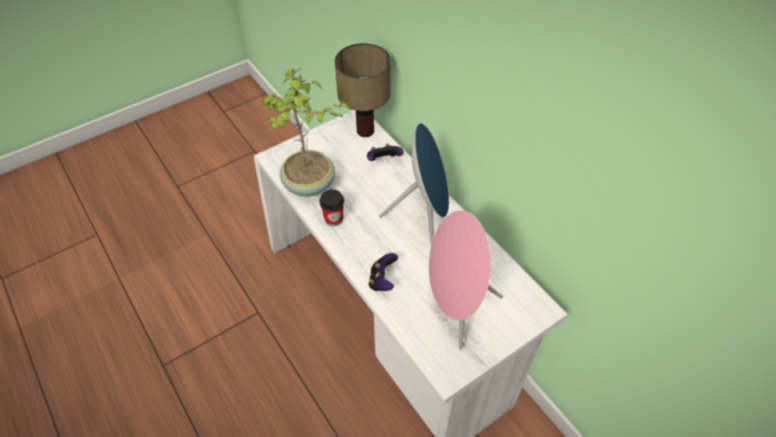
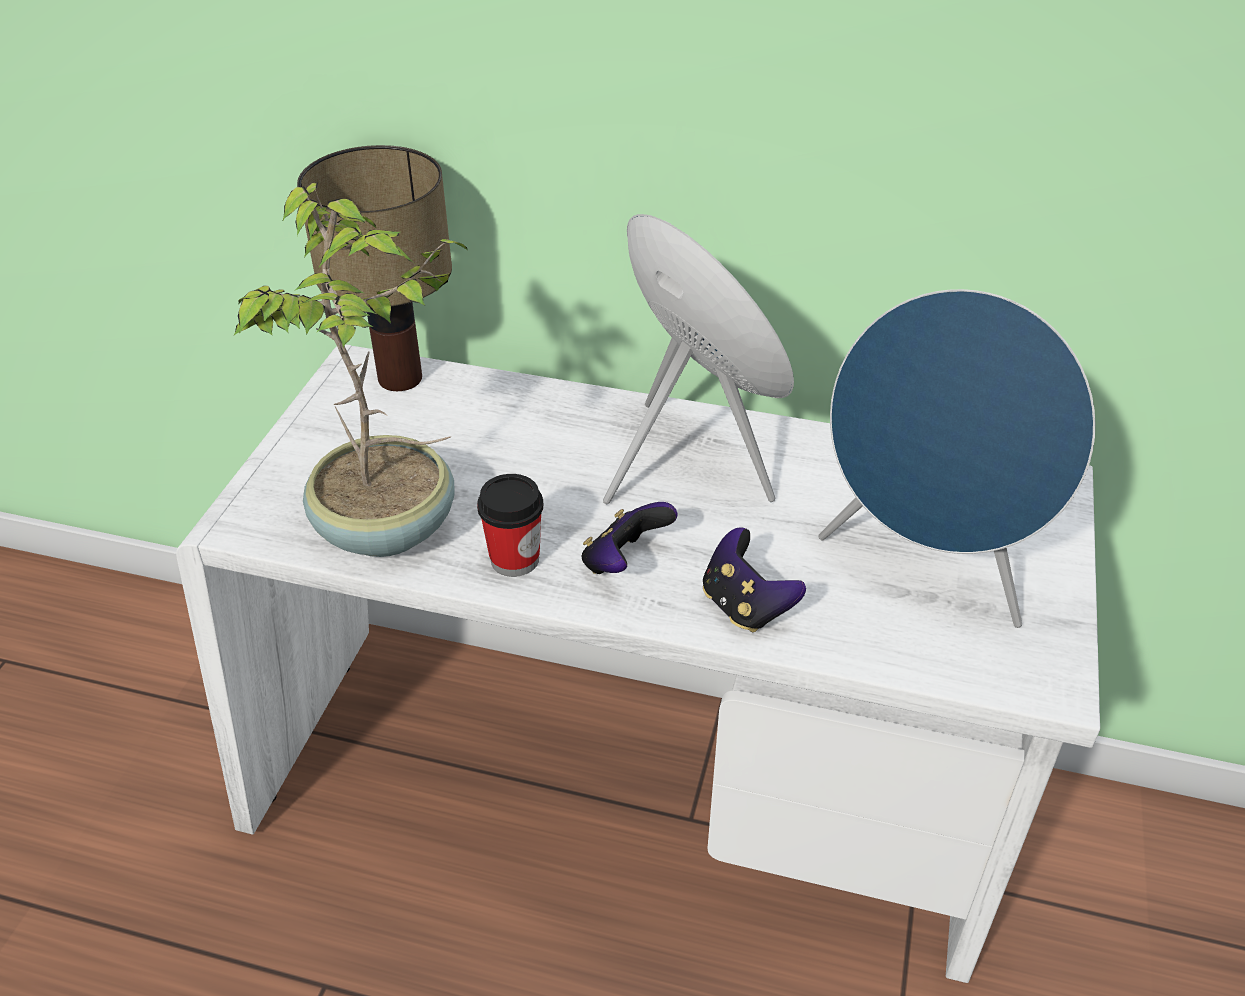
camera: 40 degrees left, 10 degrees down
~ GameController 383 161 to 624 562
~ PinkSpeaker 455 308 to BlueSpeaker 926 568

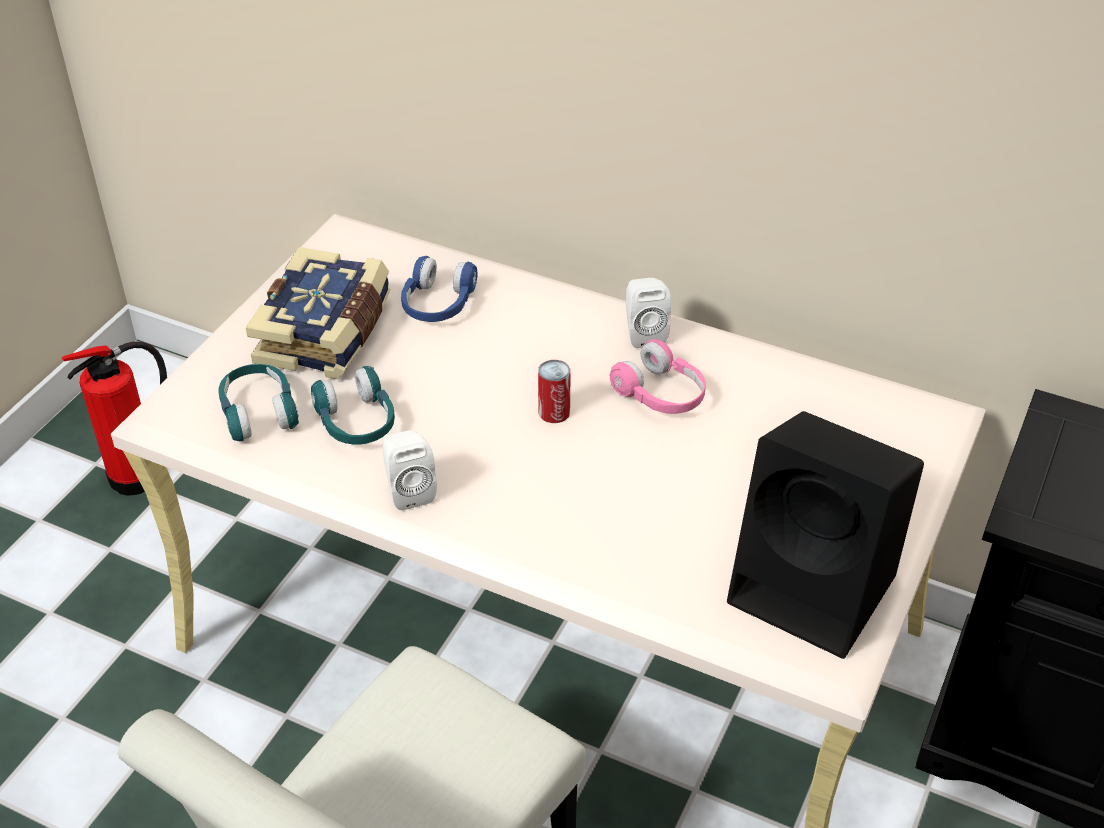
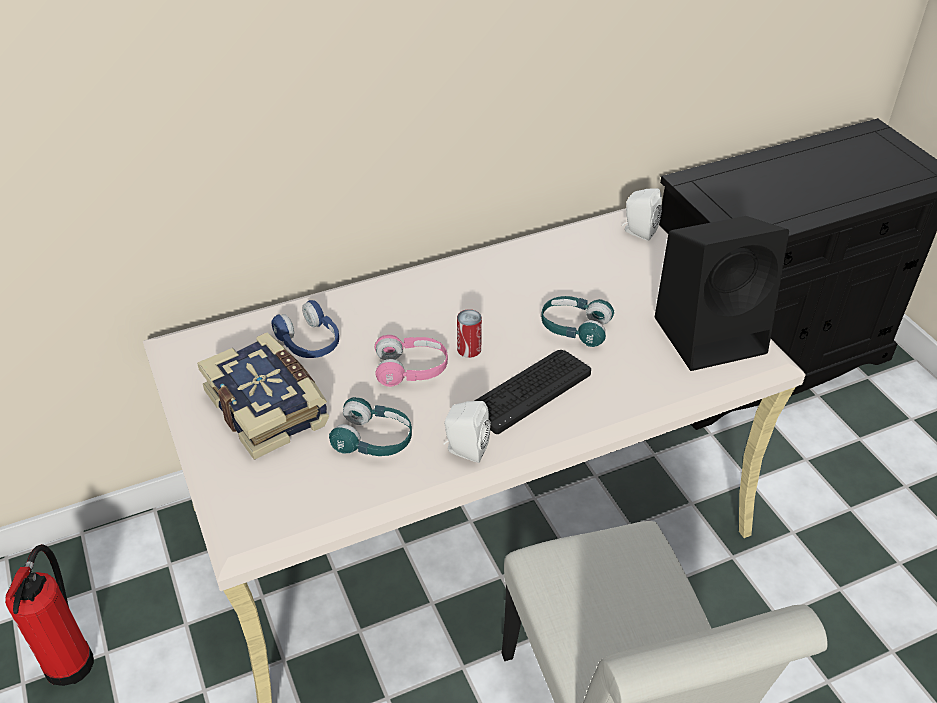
camera: 50 degrees left, 0 degrees up
~ TurquoiseHeadphones 259 412 to 575 328
~ PinkHeadphones 660 394 to 411 369
~ WhiteSpeaker 643 333 to 638 231
+ Keyboard 529 390

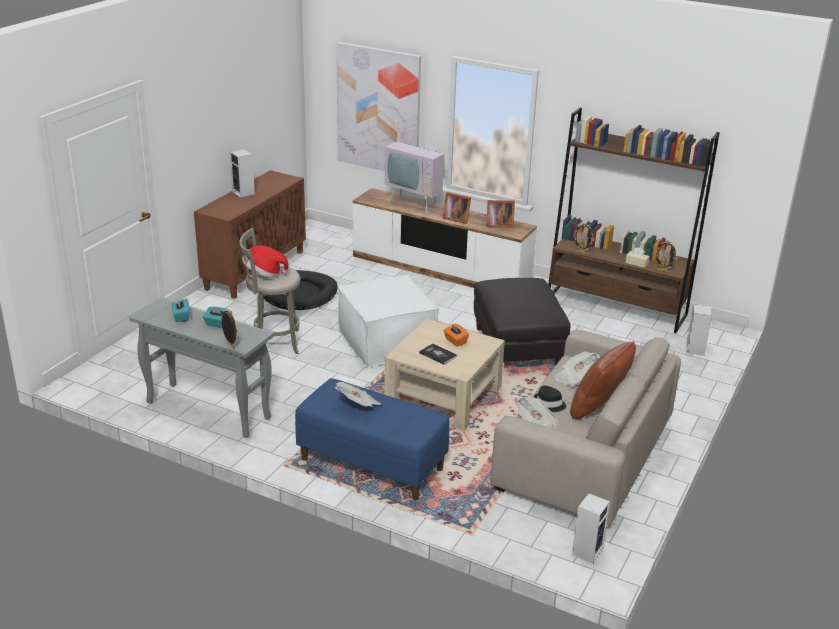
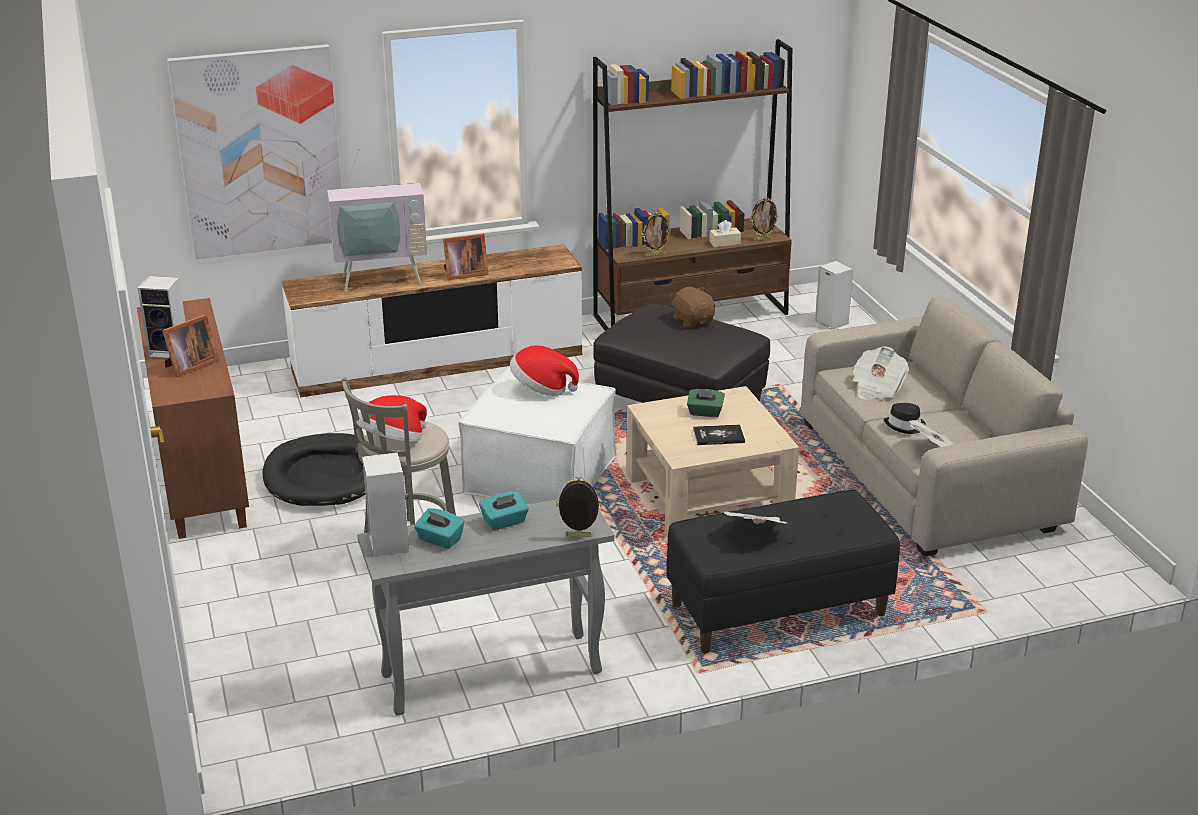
camera: 45 degrees left, 0 degrees up
~ BlueBench 371 465 to BlackBench 777 611
~ OrangeTissueBox 455 341 to GreenTissueBox 705 413
~ PictureFrame 498 225 to 190 366
- BrownPillow 599 409
~ Speaker 587 551 to 387 542
+ Hat 541 389
+ BrownPlushToy 693 321

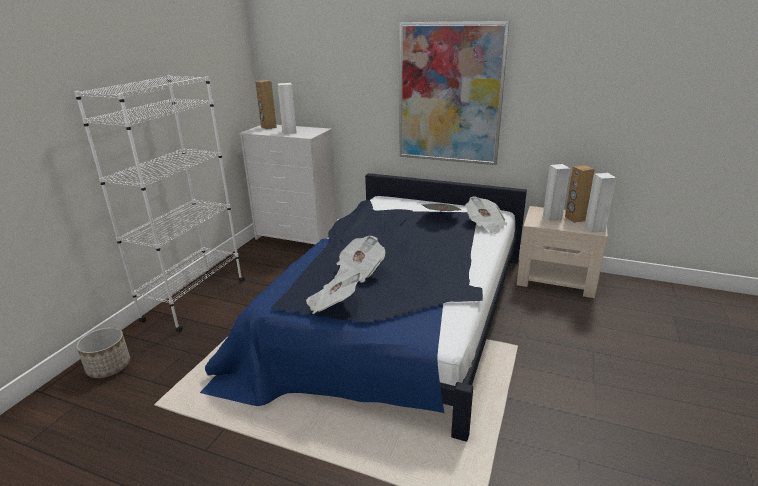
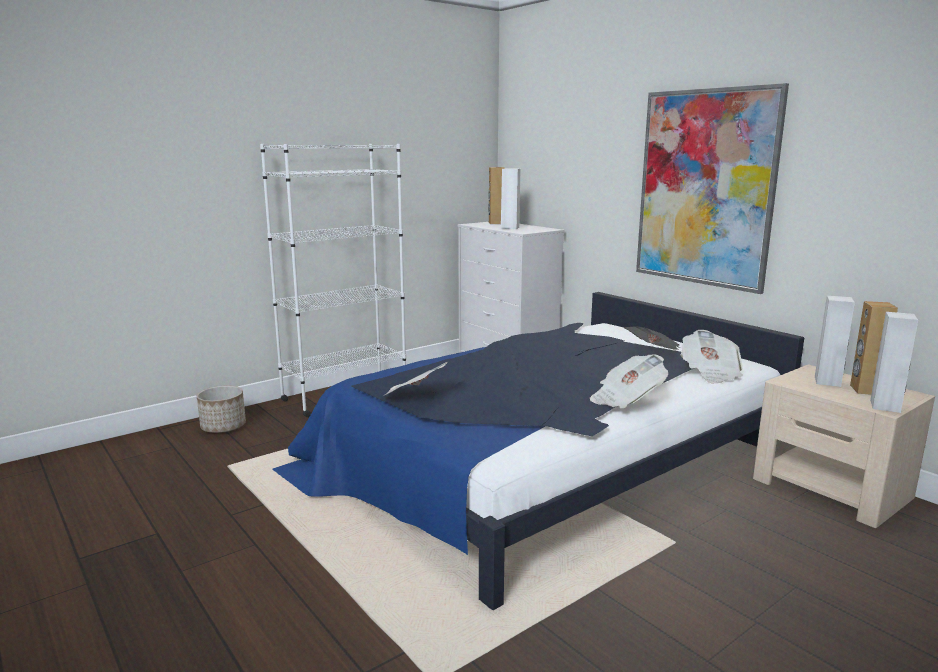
camera: 30 degrees right, 10 degrees down
~ Newspaper 358 272 to 626 399

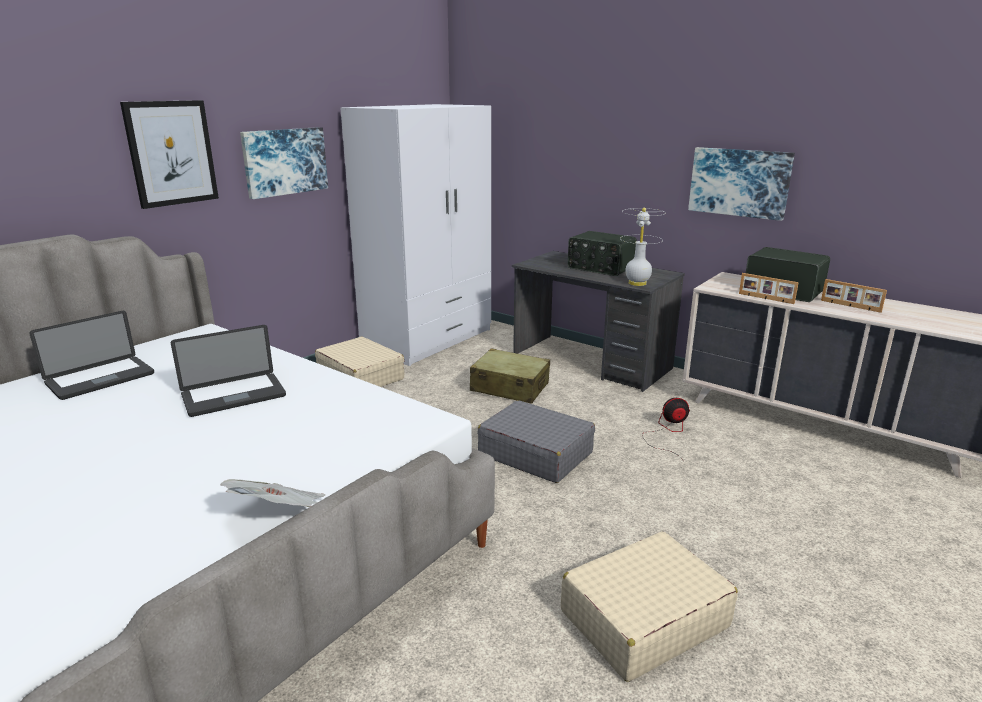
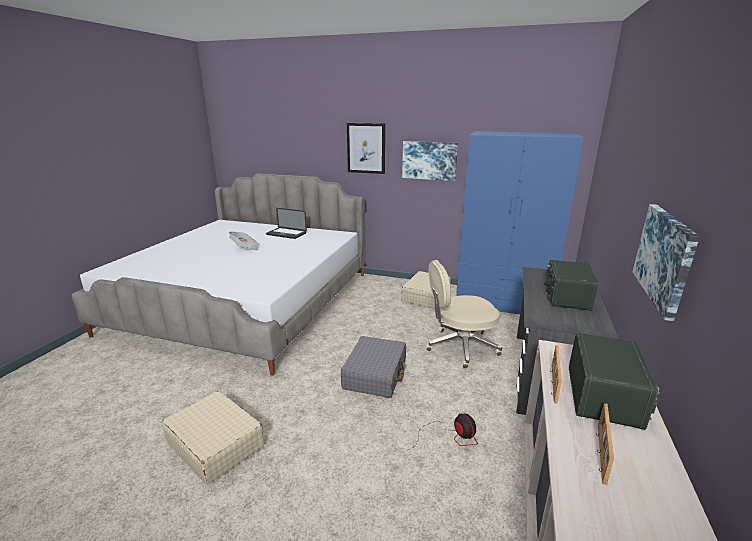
camera: 70 degrees right, 0 degrees up
- Laptop 234 396
~ Newspaper 279 513 to 245 248
~ WhiteWardrobe 429 339 to BlueWardrobe 503 302
~ BeigeSuitcase 509 387 to BeigeOfficeChair 460 347
- WhiteTableLamp 637 283

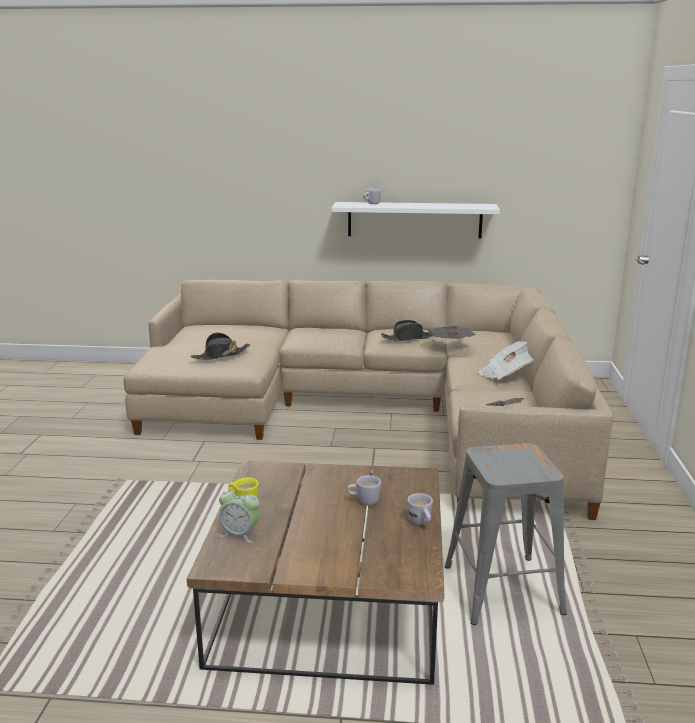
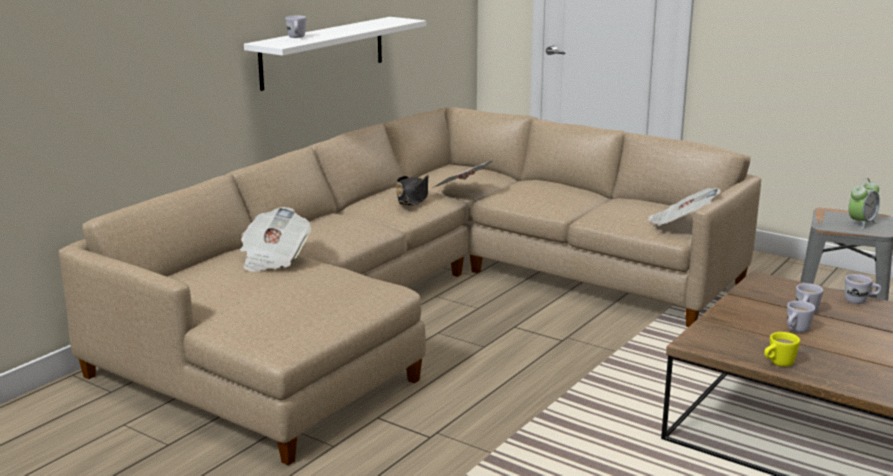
camera: 60 degrees left, 0 degrees up
- BlackHat 220 355
~ AlarmClock 240 534 to 861 224
~ Newspaper 506 374 to 273 259
+ WhiteMug 795 331

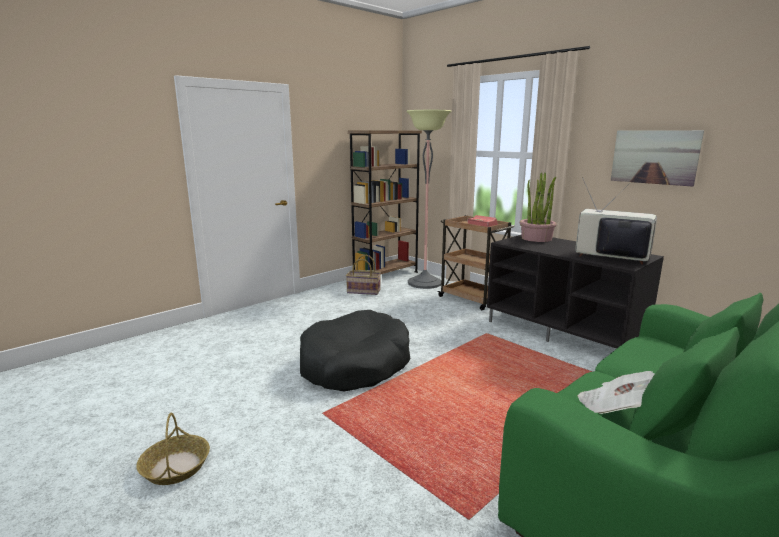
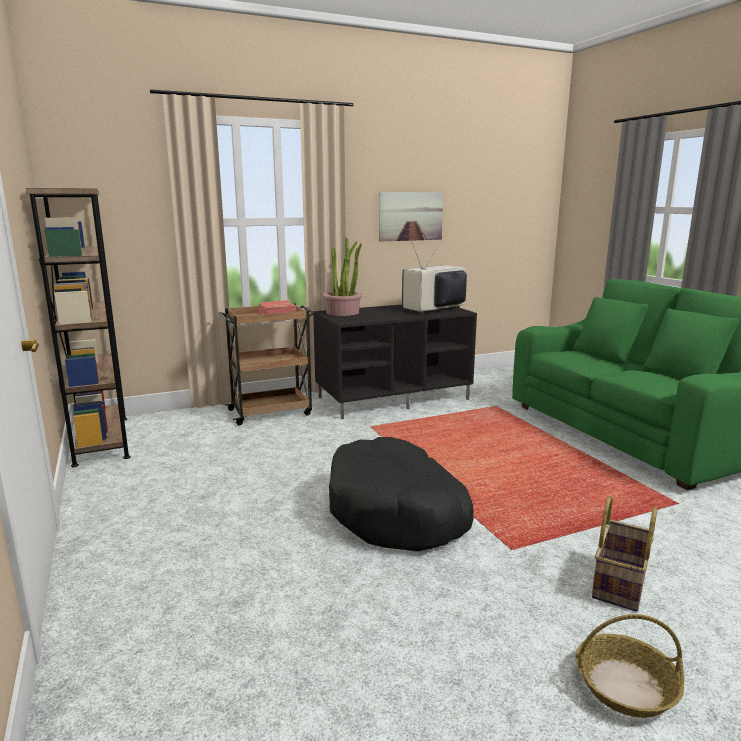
camera: 70 degrees left, 0 degrees up
~ Basket 363 291 to 621 584
- FloorLamp 424 283
- Newspaper 616 409

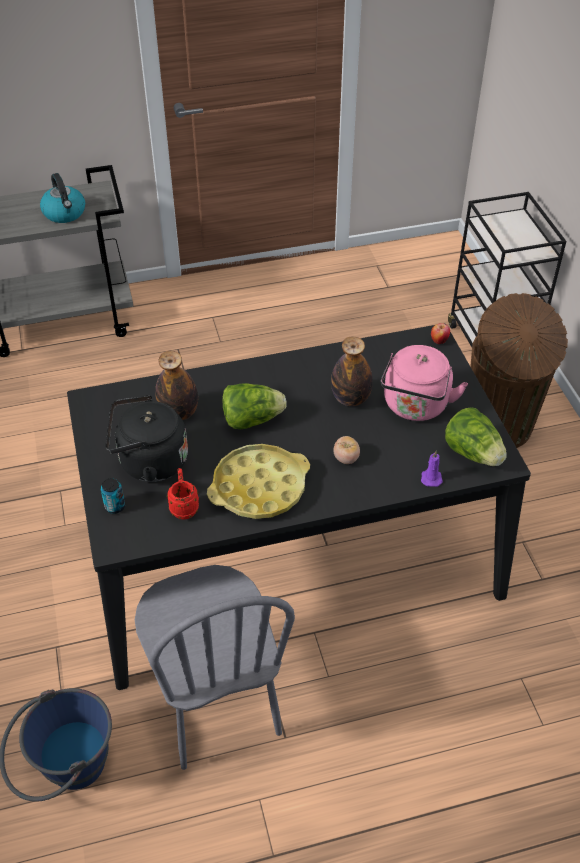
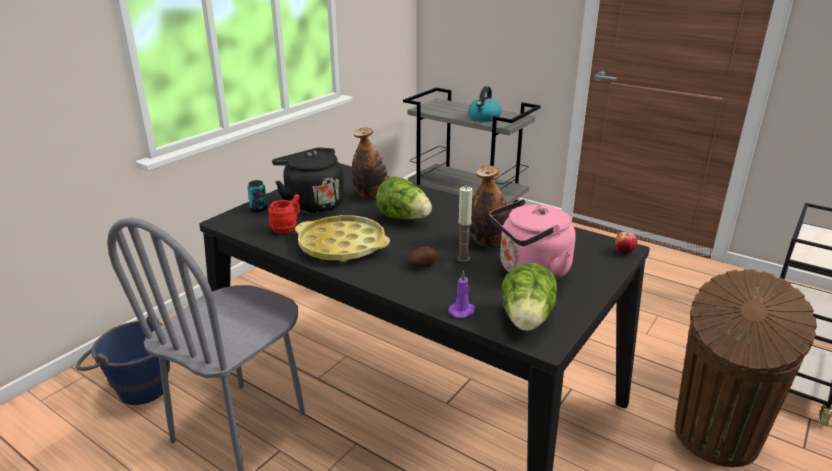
camera: 50 degrees right, 20 degrees down
~ Tomato 346 458 to Potato 423 265
+ Candle 463 258

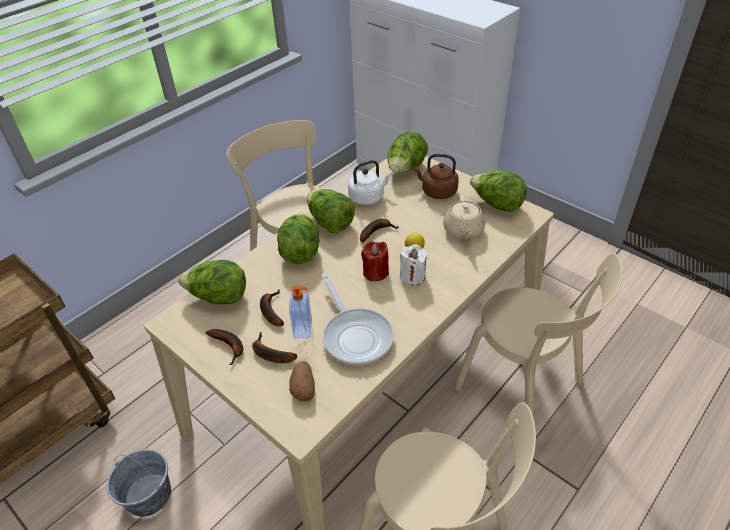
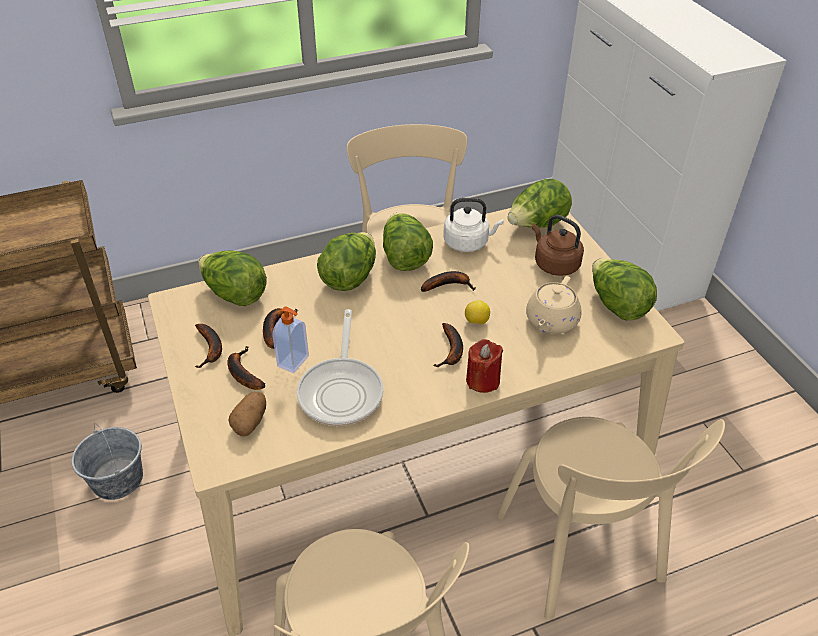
camera: 25 degrees right, 0 degrees up
~ RedCandle 375 272 to 482 380
~ WhiteCandle 412 276 to Banana 451 351

